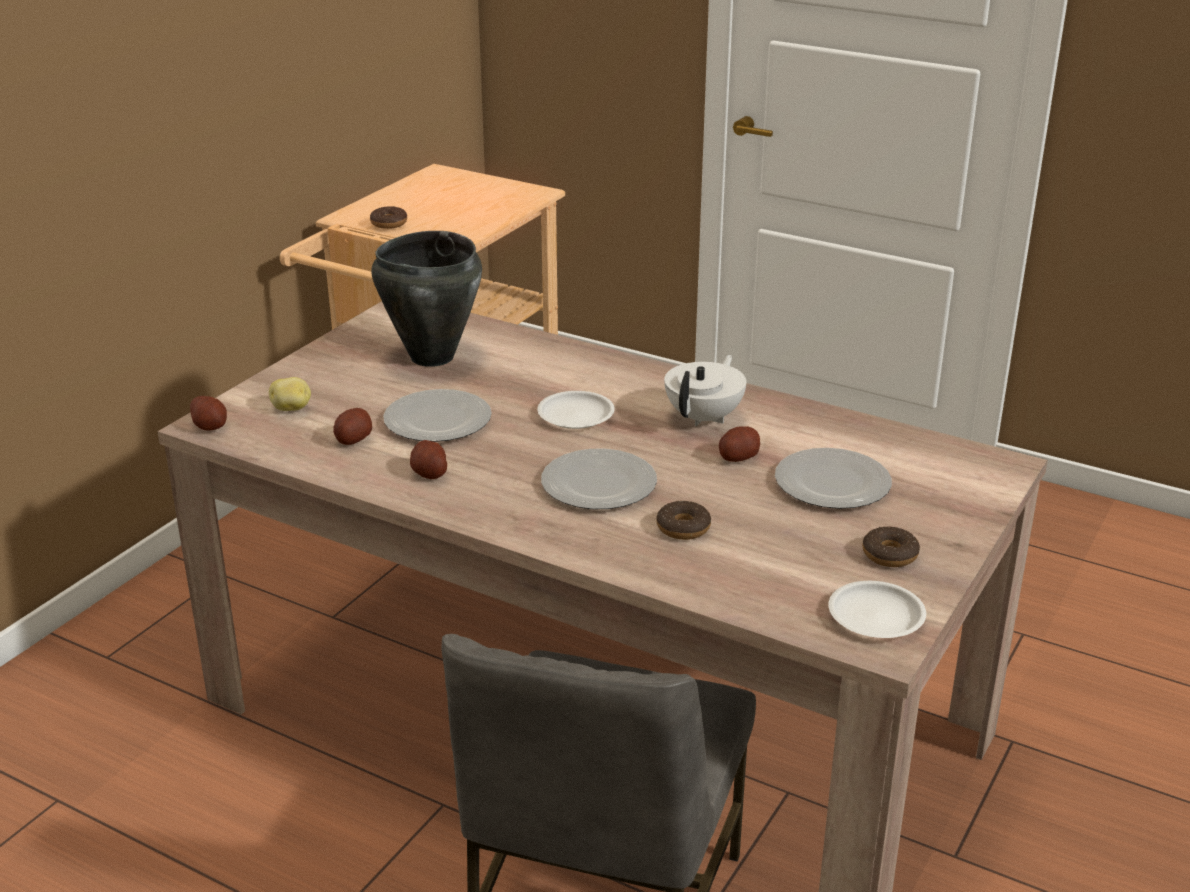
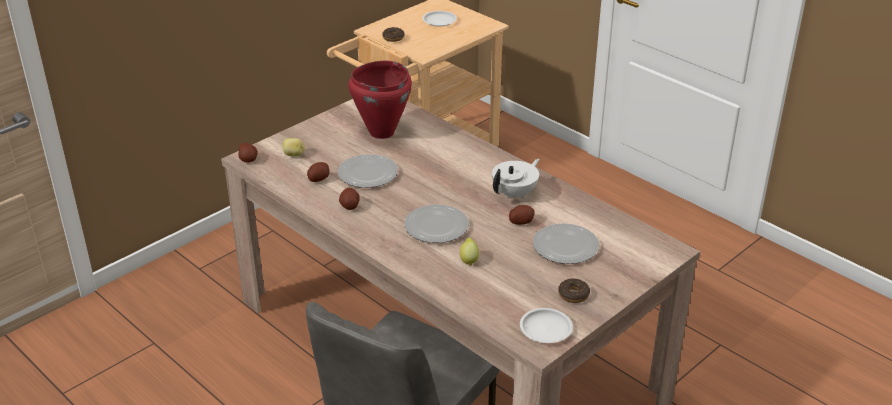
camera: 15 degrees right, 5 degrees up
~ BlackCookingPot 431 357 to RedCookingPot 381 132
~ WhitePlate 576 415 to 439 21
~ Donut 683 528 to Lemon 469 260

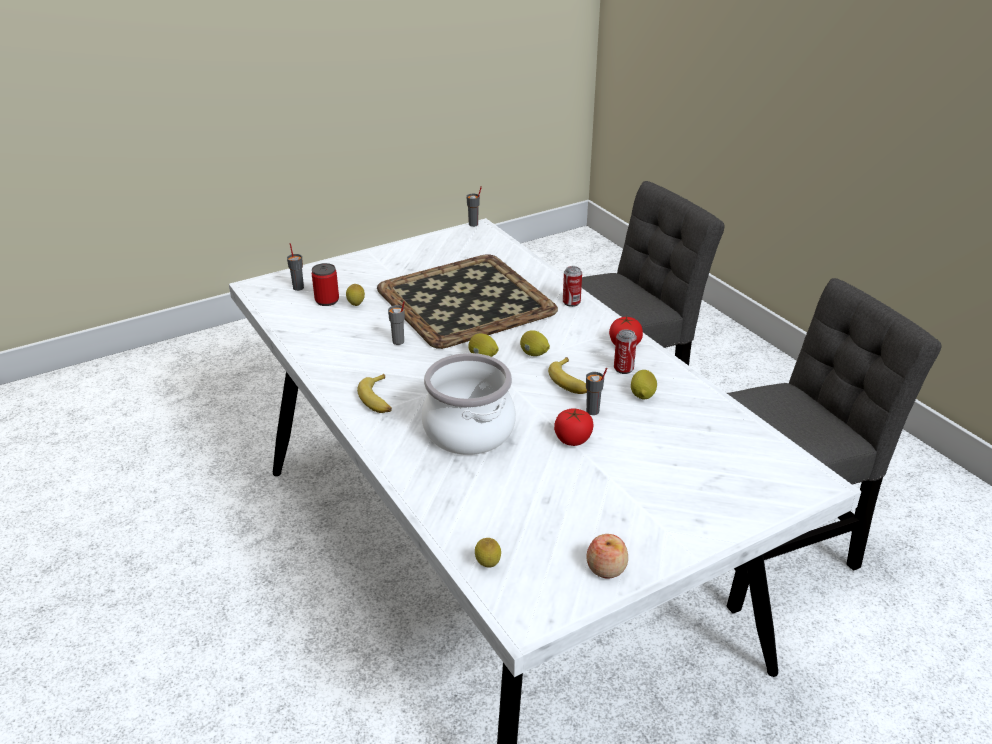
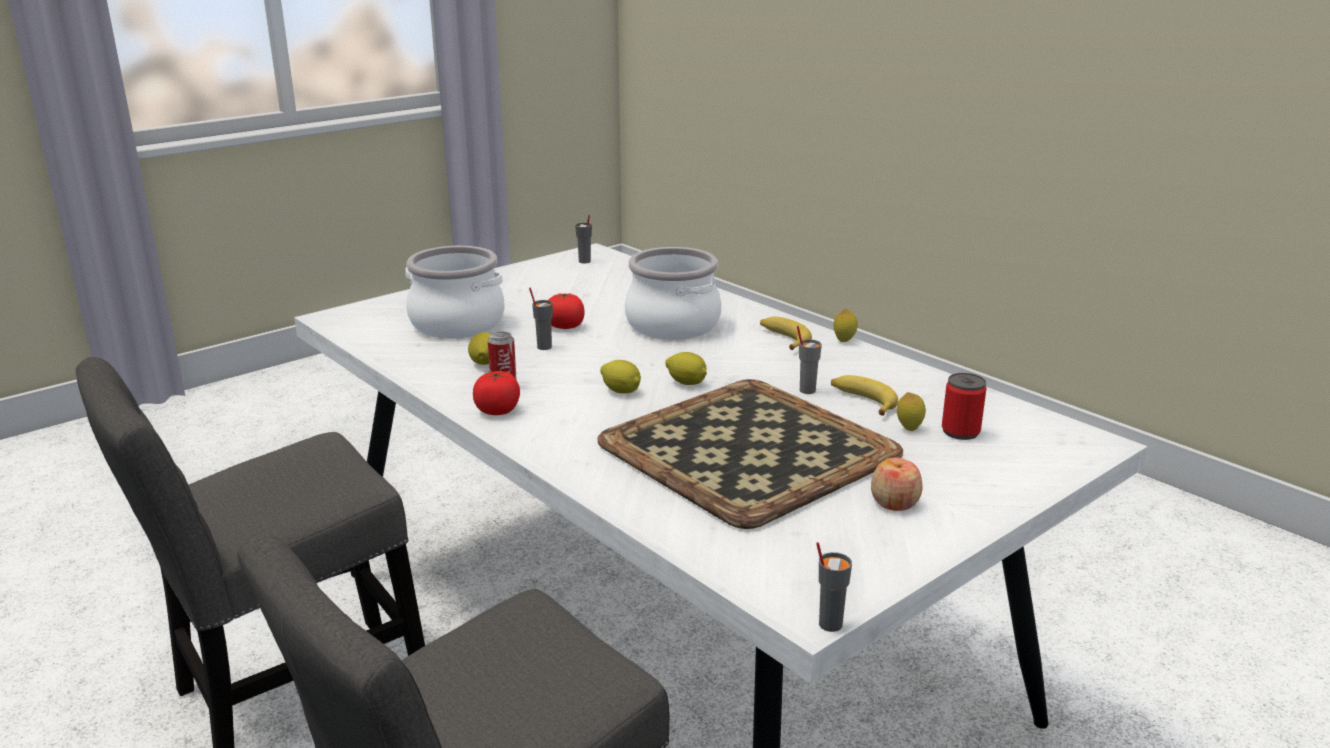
camera: 170 degrees right, 10 degrees down
~ GreyCup 298 287 to 584 261
~ Lemon 488 566 to 844 340
~ Banana 571 382 to 862 401
- Can 571 302
~ Apple 606 568 to 894 502
+ CookingPot 456 324

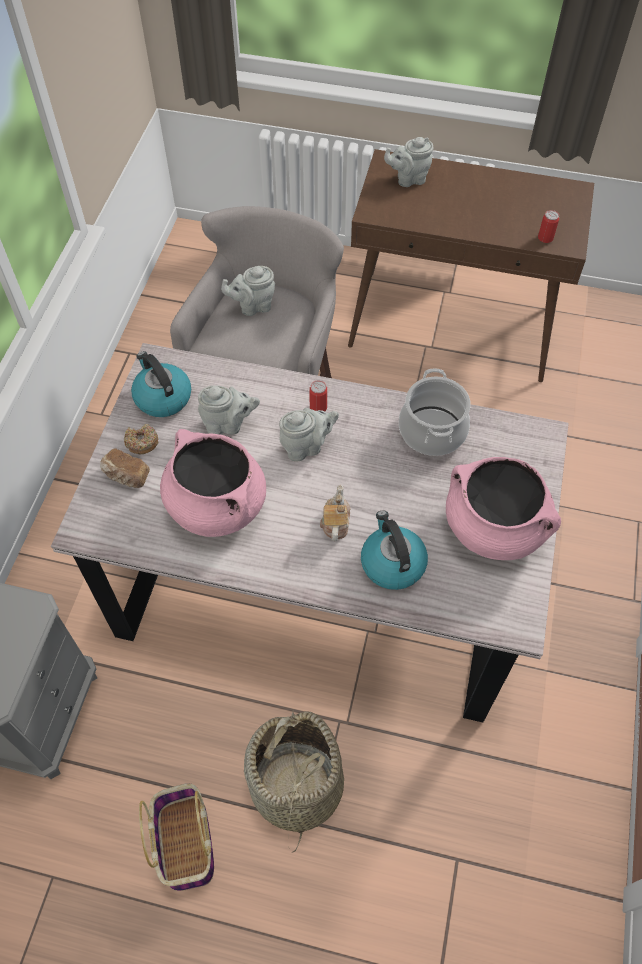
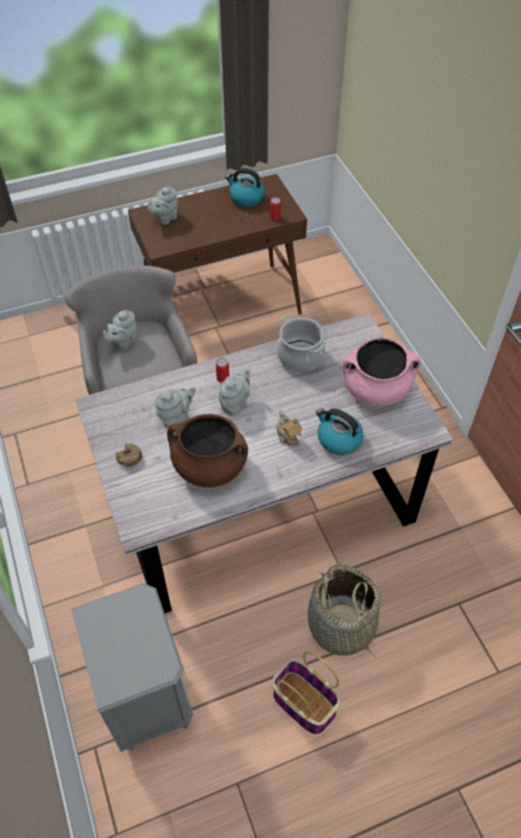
camera: 35 degrees left, 5 degrees down
- Bread 126 476
~ Kettle 162 397 to 246 198
~ PinkCookingPot 216 505 to BrownCookingPot 209 467

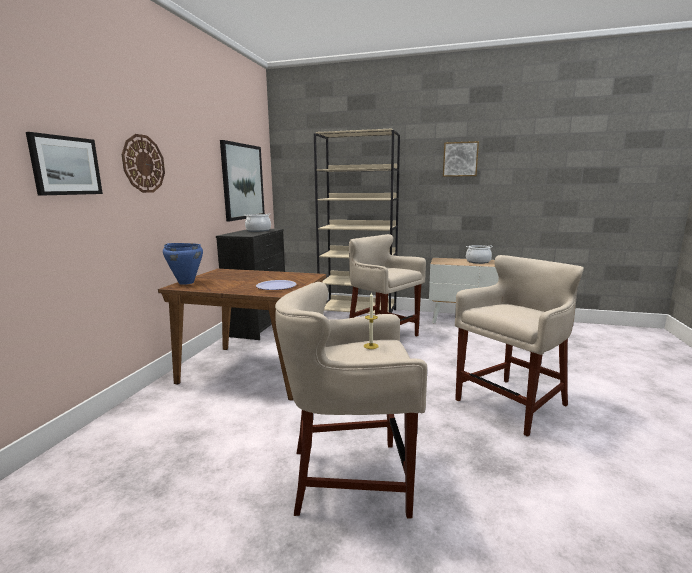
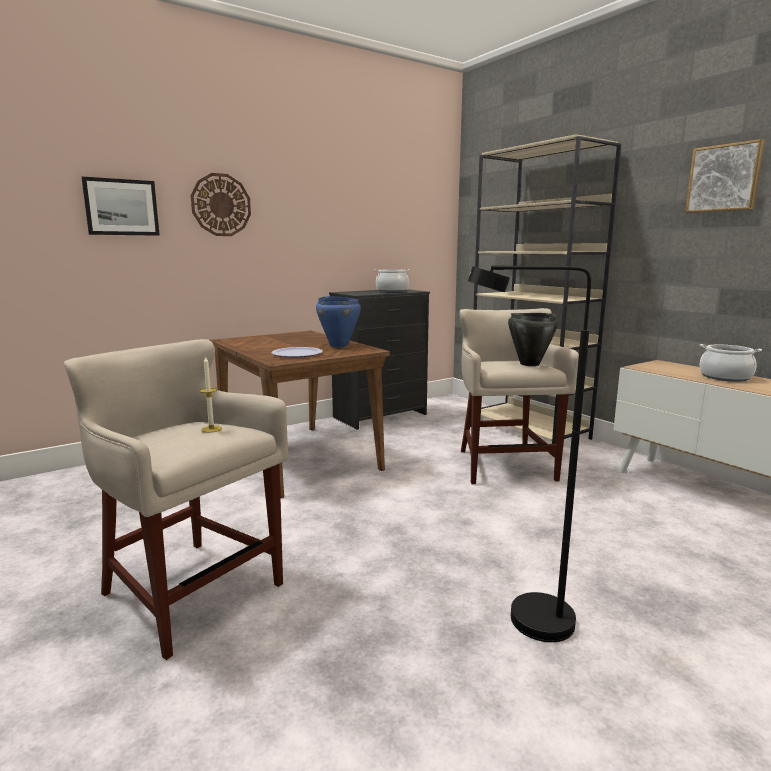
camera: 40 degrees right, 0 degrees up
~ BlueCookingPot 186 282 to 339 345
- Picture 243 181
~ BeigeStool 511 404 to BlackFloorLamp 524 622
+ BlackCookingPot 529 364

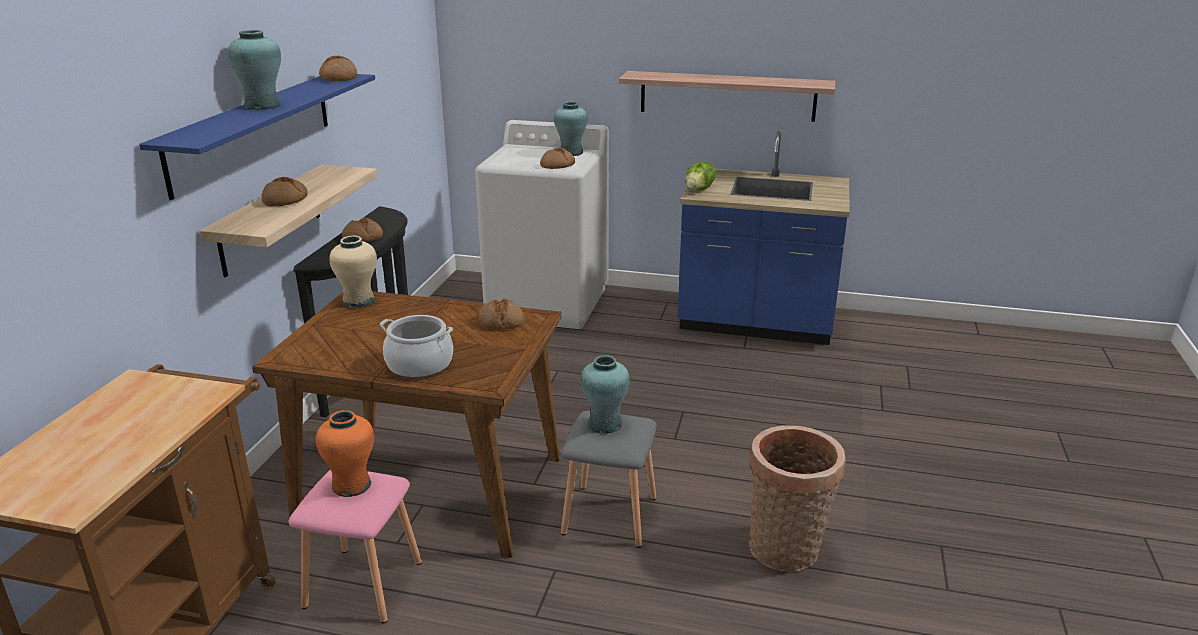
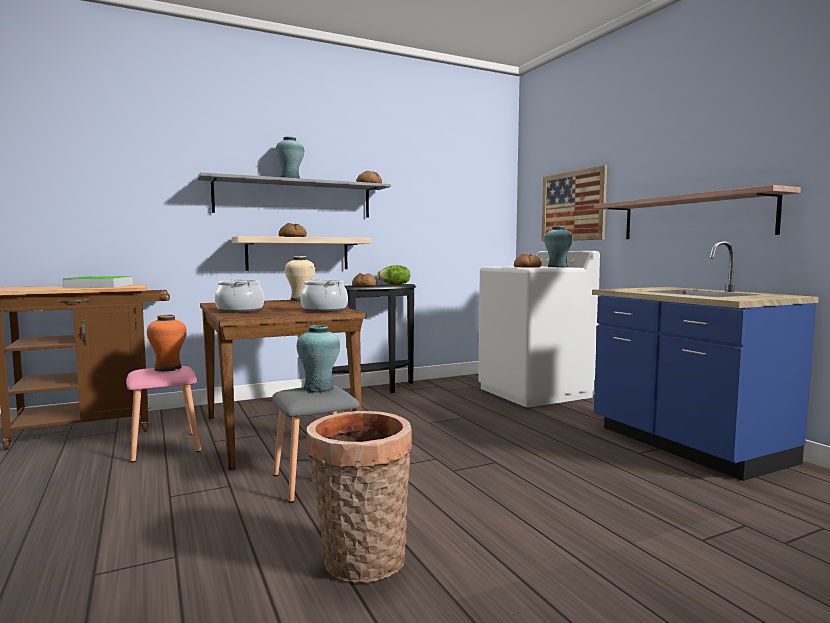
camera: 50 degrees right, 20 degrees down
~ BlueShelf 253 130 to GreyShelf 294 198
~ Bread 501 322 to CookingPot 324 310
~ Lettuce 699 189 to 395 284
+ Tray 99 286
+ Picture 573 206

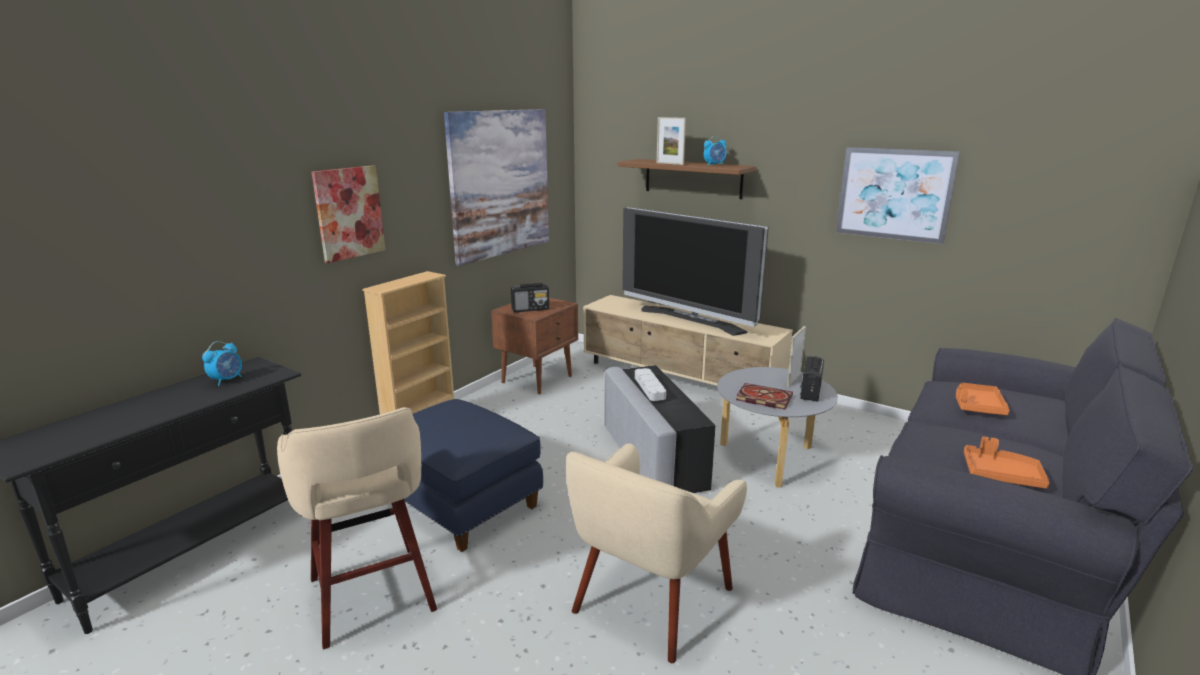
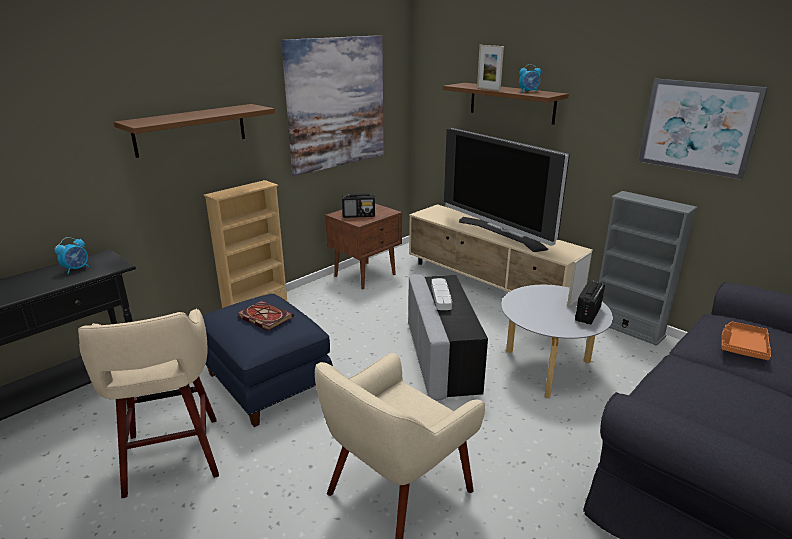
camera: 10 degrees right, 5 degrees up
~ Picture 349 213 to BrownShelf 191 129
~ Book 762 398 to 263 317
- OrangeTray 1001 475
+ GreyBookcase 627 328

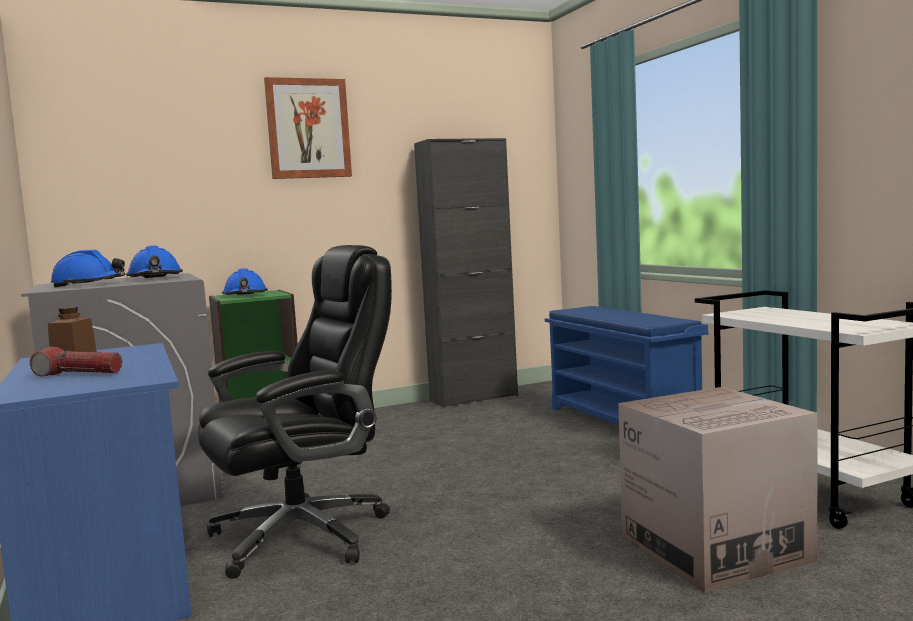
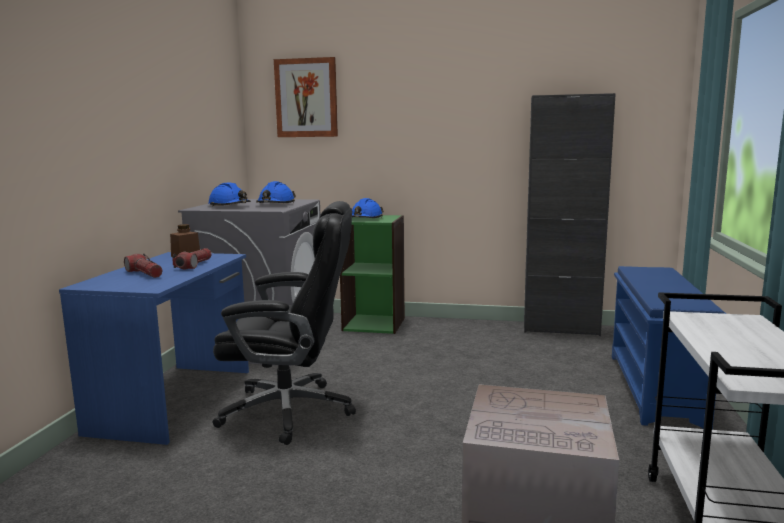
camera: 35 degrees right, 5 degrees up
~ Picture 308 128 to 306 98
+ Flashlight 194 265

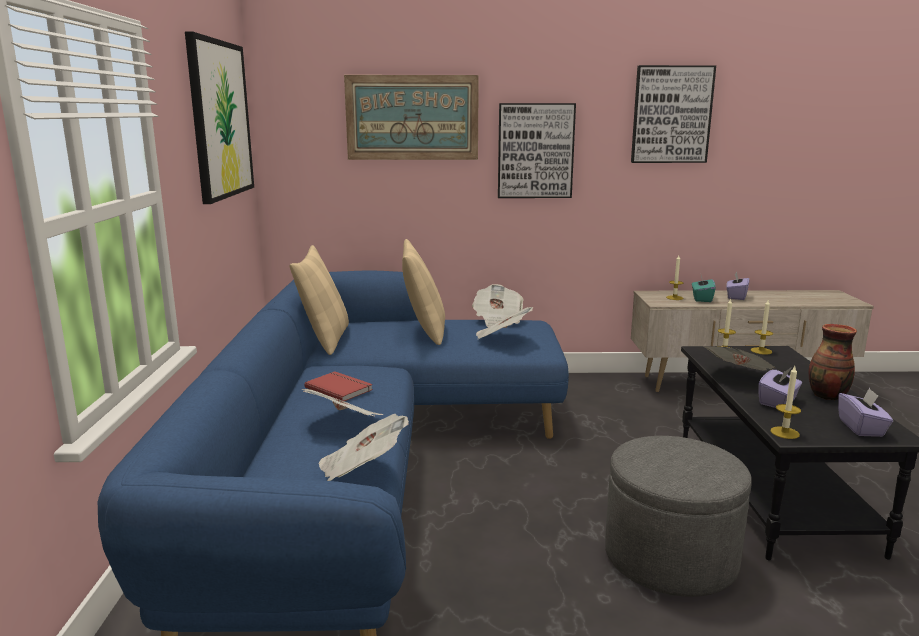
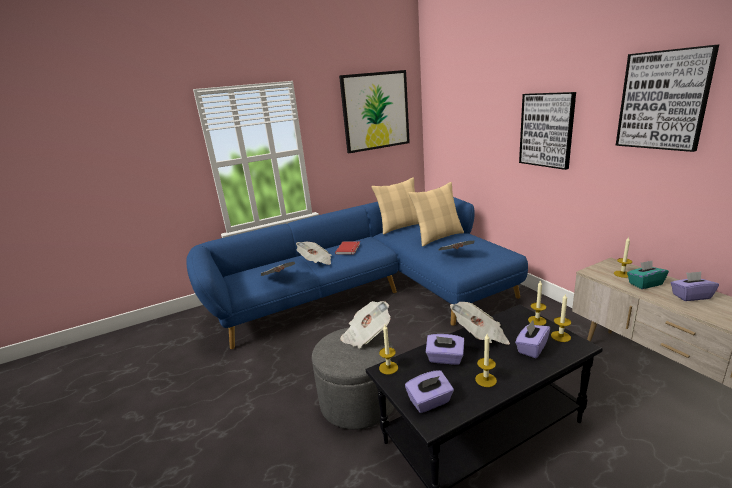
camera: 65 degrees right, 5 degrees up
- Picture 412 117
~ Newspaper 497 320 to 366 335
~ Vase 827 396 to Candle 485 380
+ PurpleTissueBox 531 348

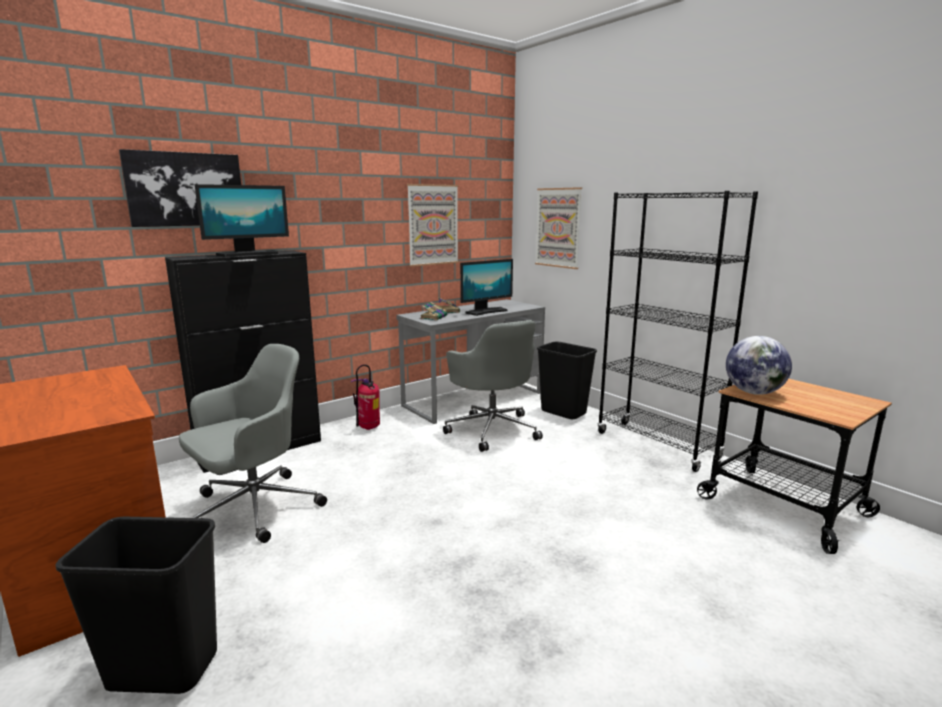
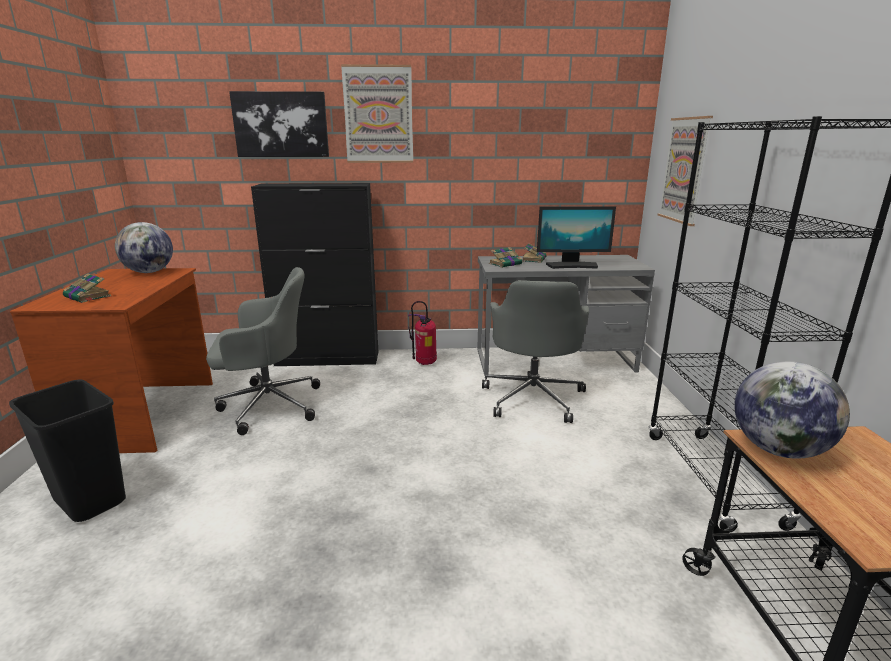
camera: 35 degrees right, 5 degrees up
- Monitor 248 254
~ Picture 433 225 to 378 115
- BlackTrashCan 564 412
+ Book 88 297
+ Globe 149 272

